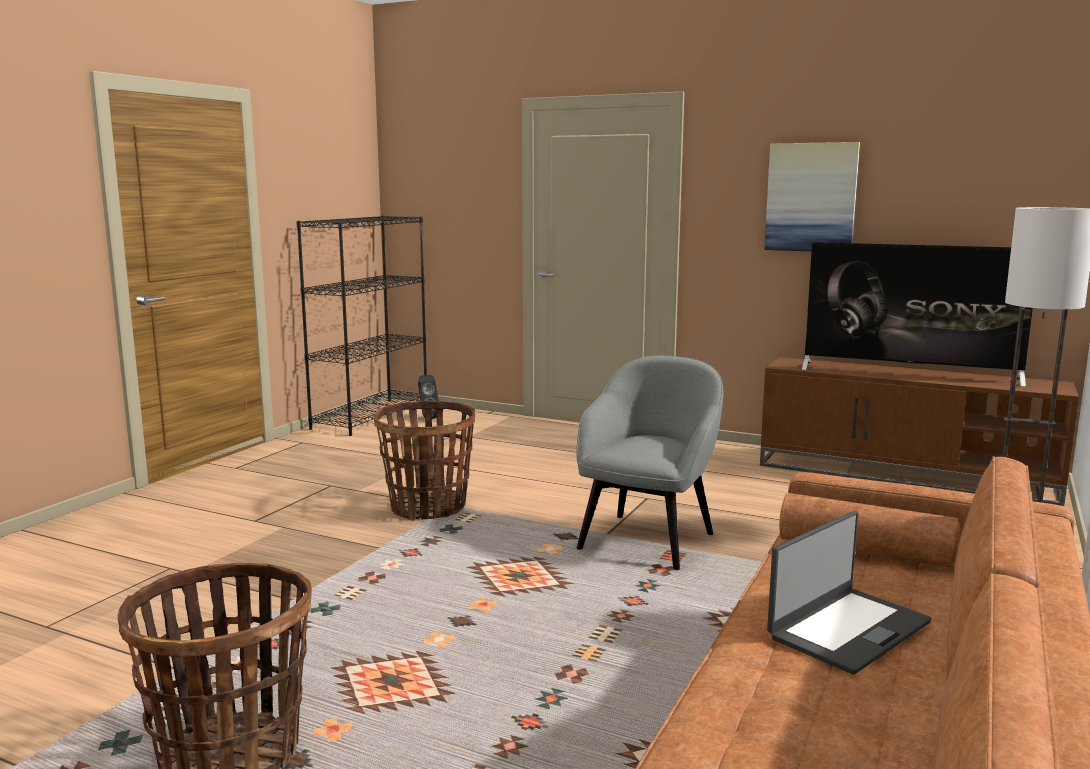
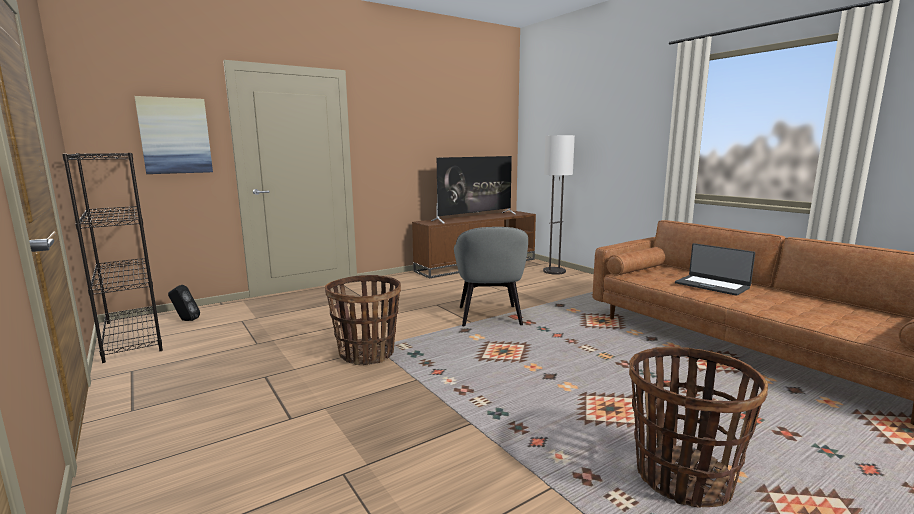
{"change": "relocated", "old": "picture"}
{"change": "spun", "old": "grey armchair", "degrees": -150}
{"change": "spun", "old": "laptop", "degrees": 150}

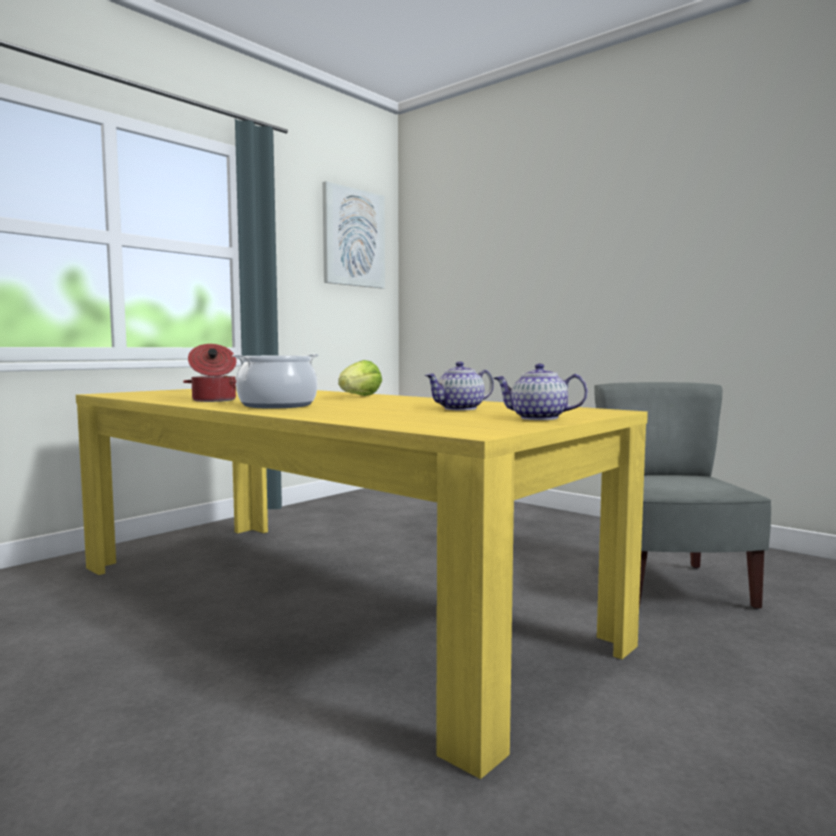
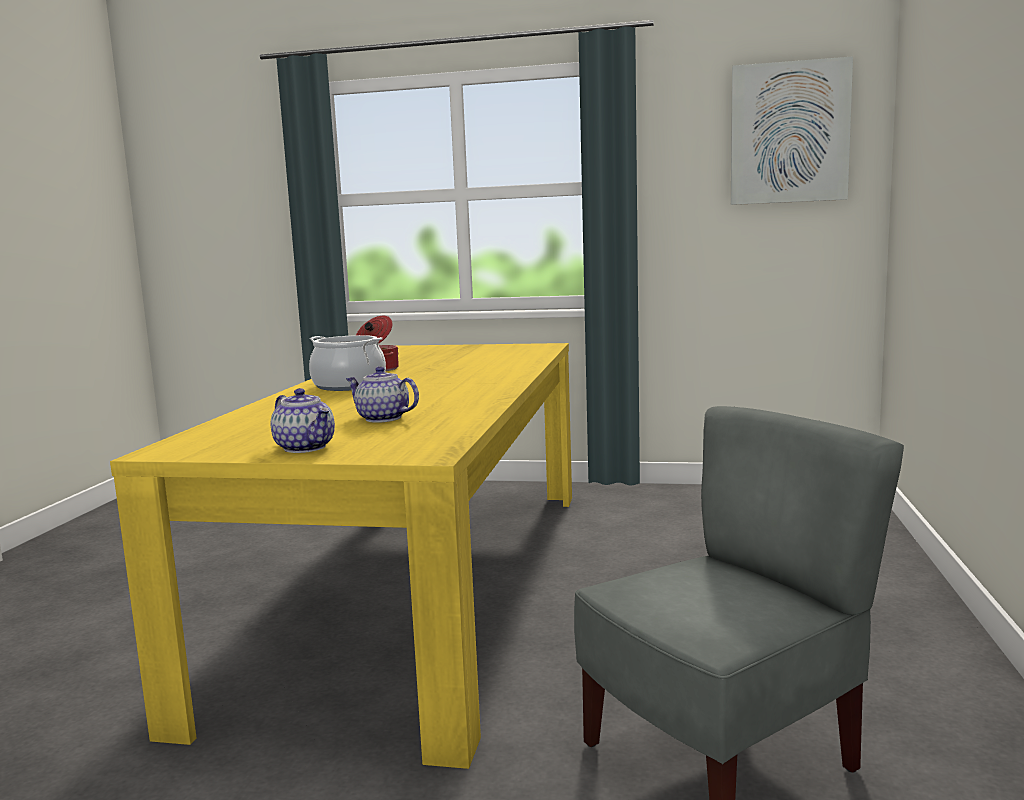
{"change": "missing", "old": "lettuce"}
{"change": "spun", "old": "teapot (no. 2 from left in the first image)", "degrees": 150}

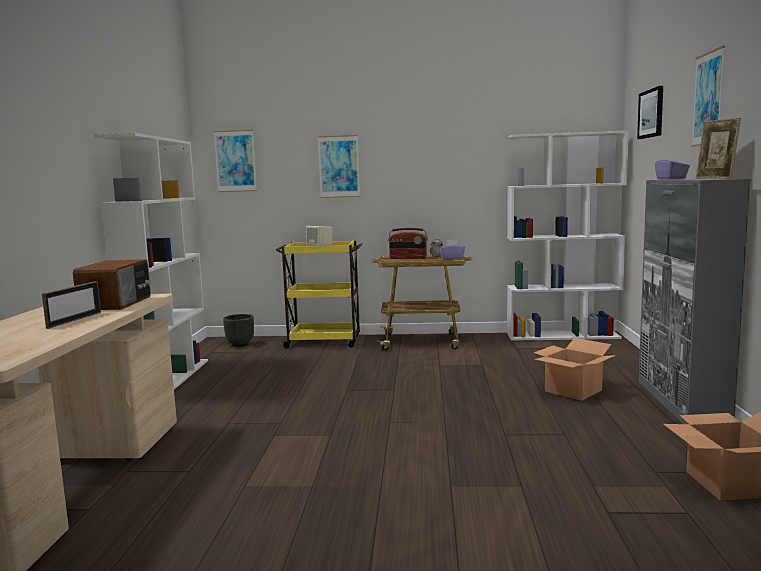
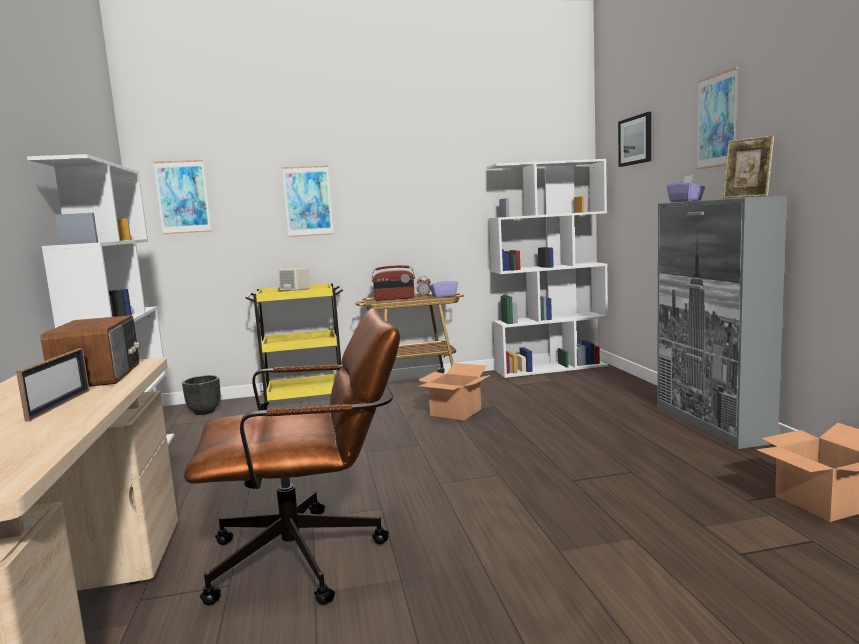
{"change": "relocated", "old": "cardboard box (no. 1 from left)"}
{"change": "appeared", "new": "brown office chair"}

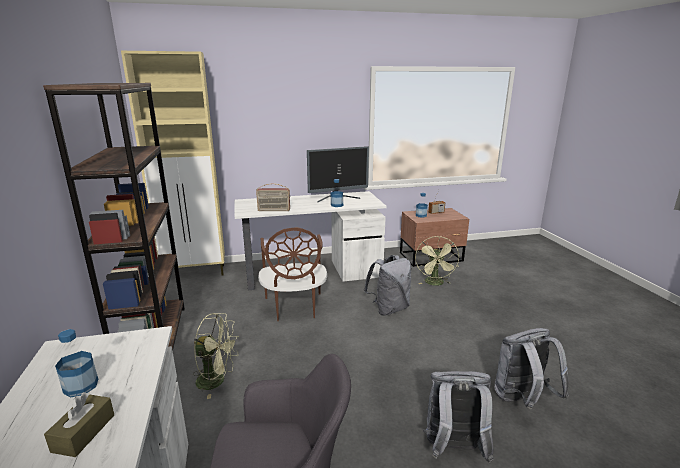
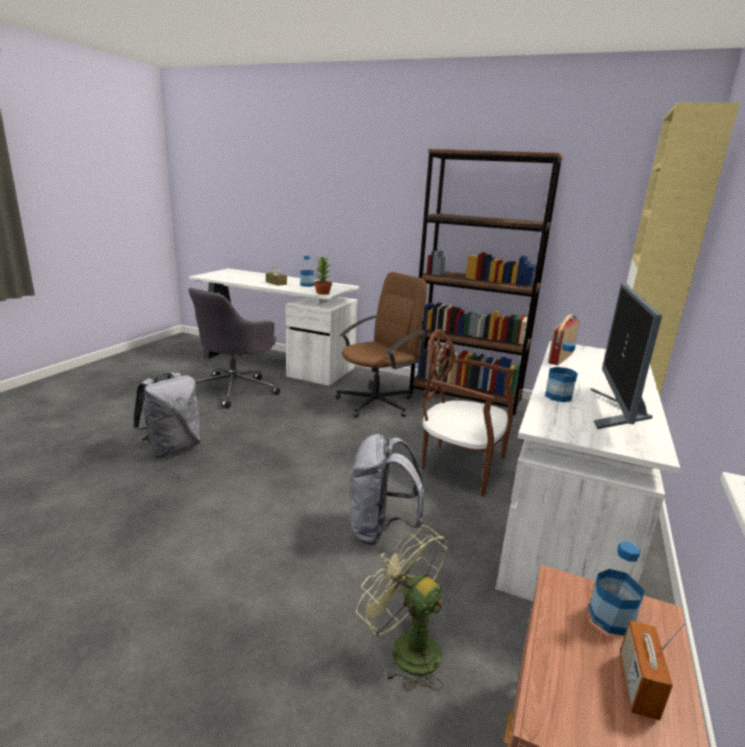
{"change": "exchanged", "old": "green fan (no. 1 from left)", "new": "brown office chair"}
{"change": "missing", "old": "grey backpack (no. 3 from left)"}
{"change": "appeared", "new": "potted plant"}

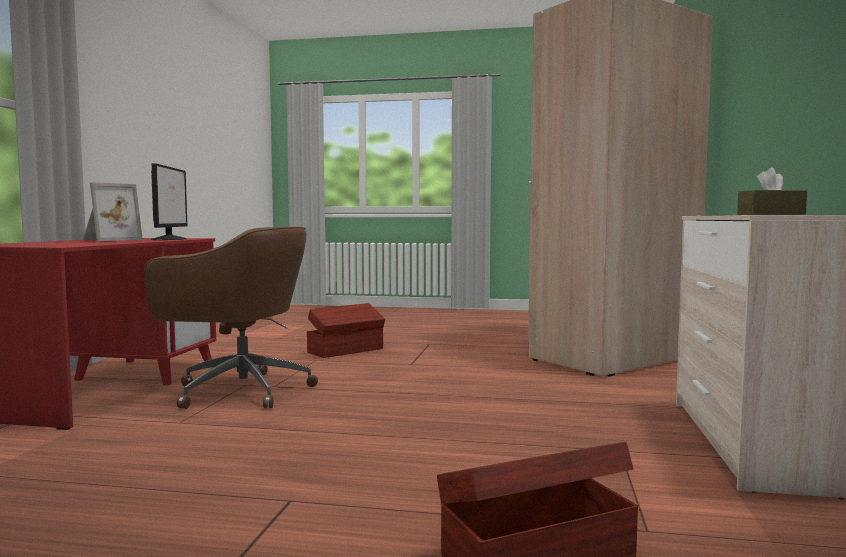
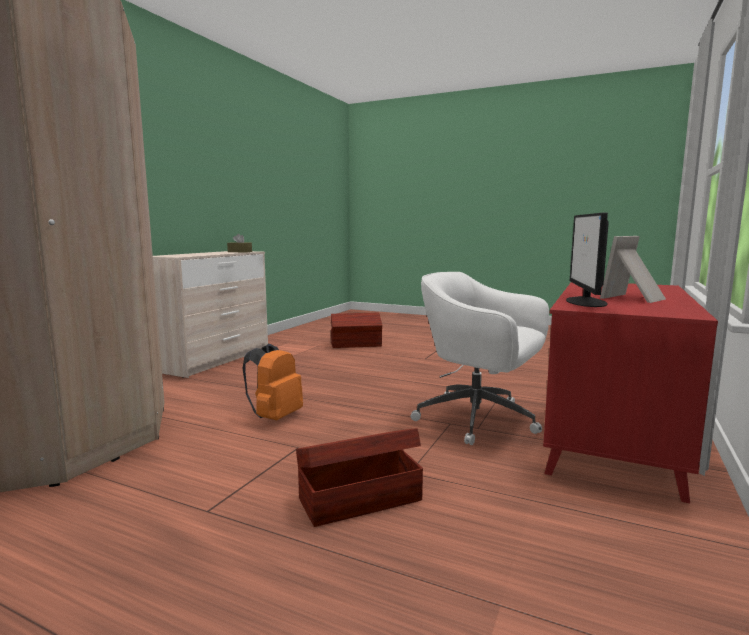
{"change": "colour", "old": "brown office chair", "new": "white office chair"}
{"change": "appeared", "new": "orange backpack"}

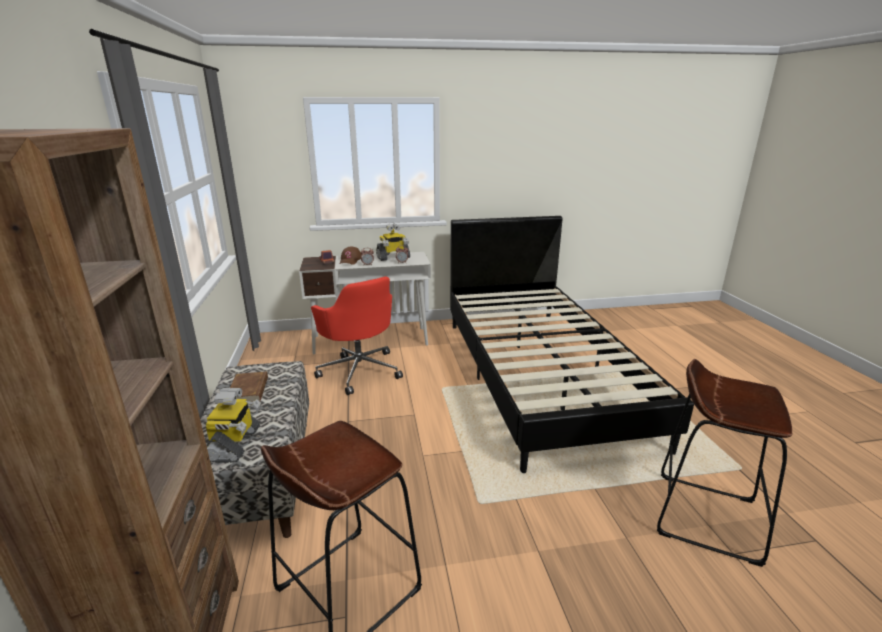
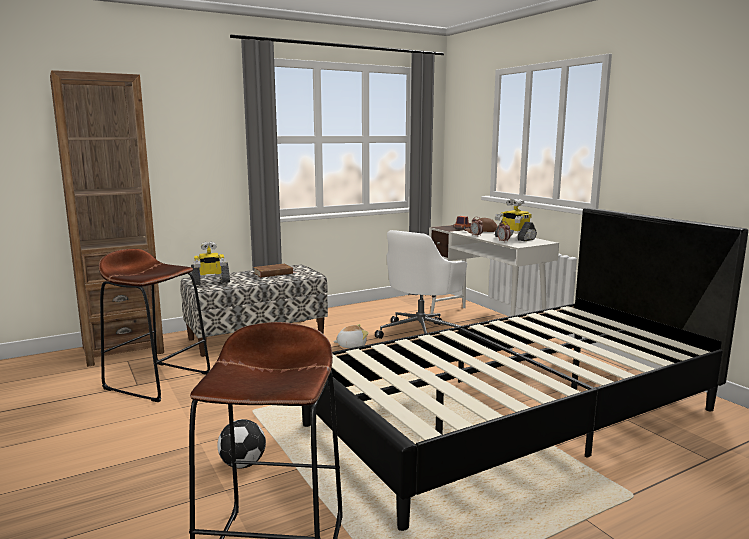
{"change": "colour", "old": "red office chair", "new": "white office chair"}
{"change": "appeared", "new": "plush toy"}
{"change": "appeared", "new": "football"}

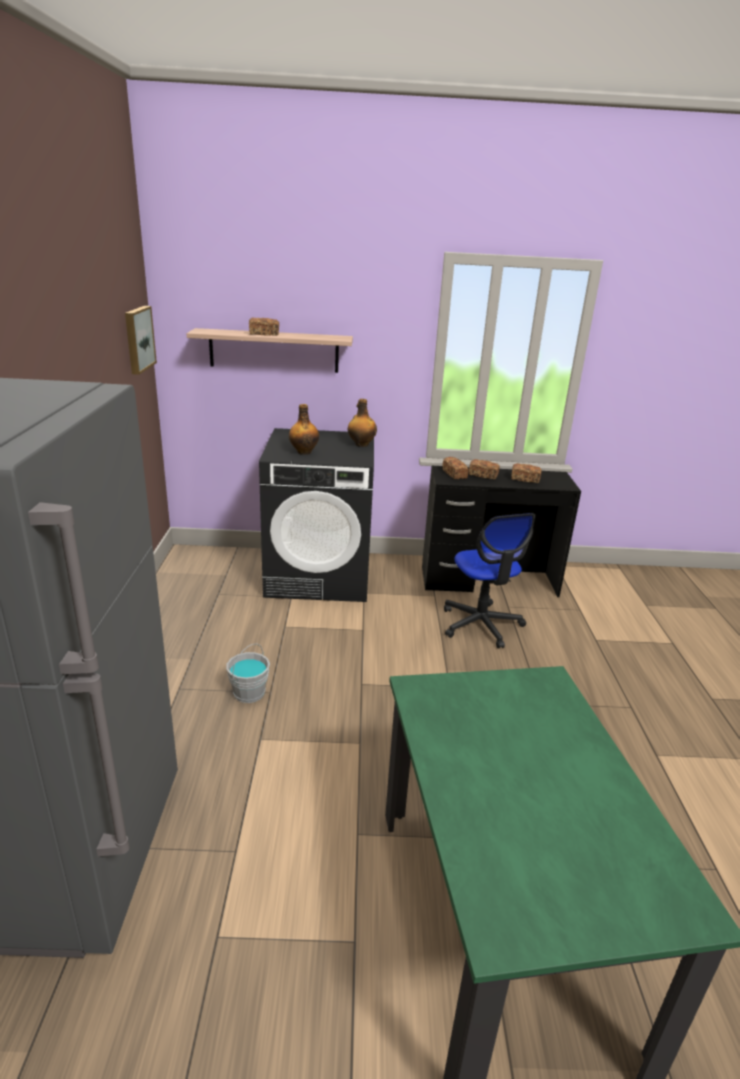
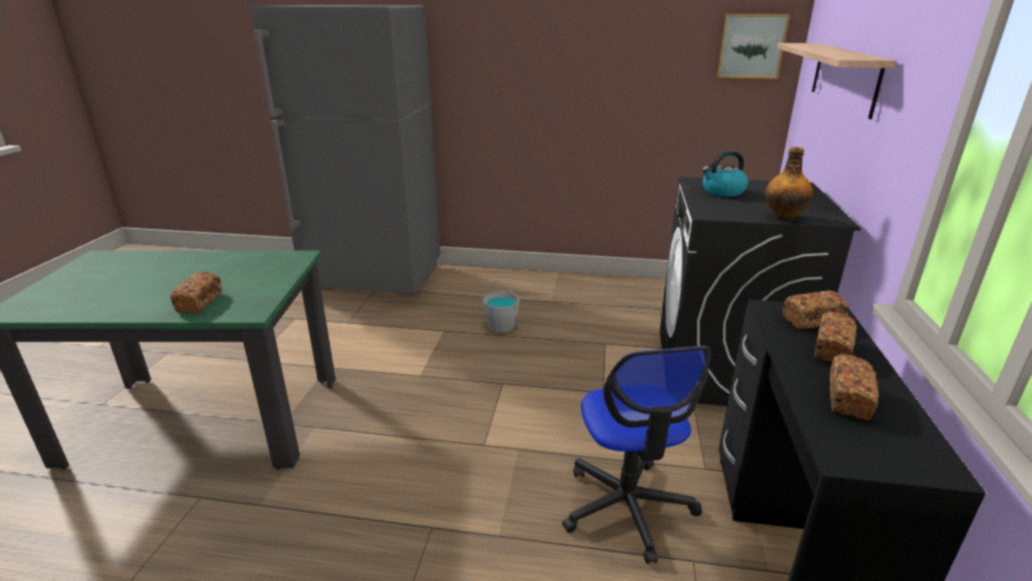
{"change": "relocated", "old": "bread (no. 1 from left)"}
{"change": "exchanged", "old": "bottle (no. 1 from left)", "new": "kettle"}
{"change": "spun", "old": "office chair", "degrees": -90}

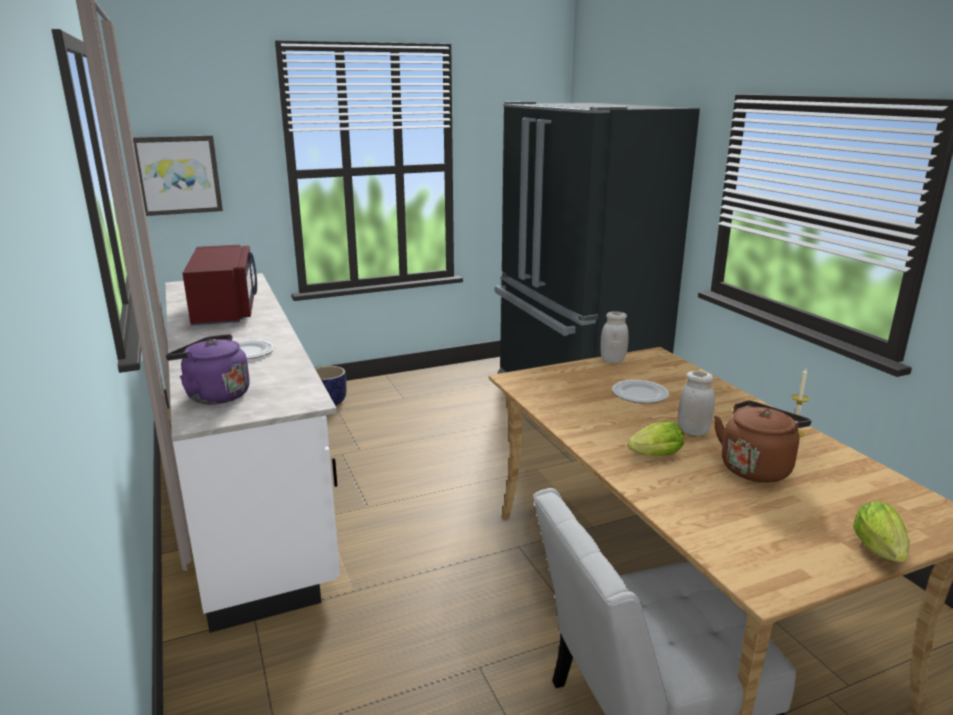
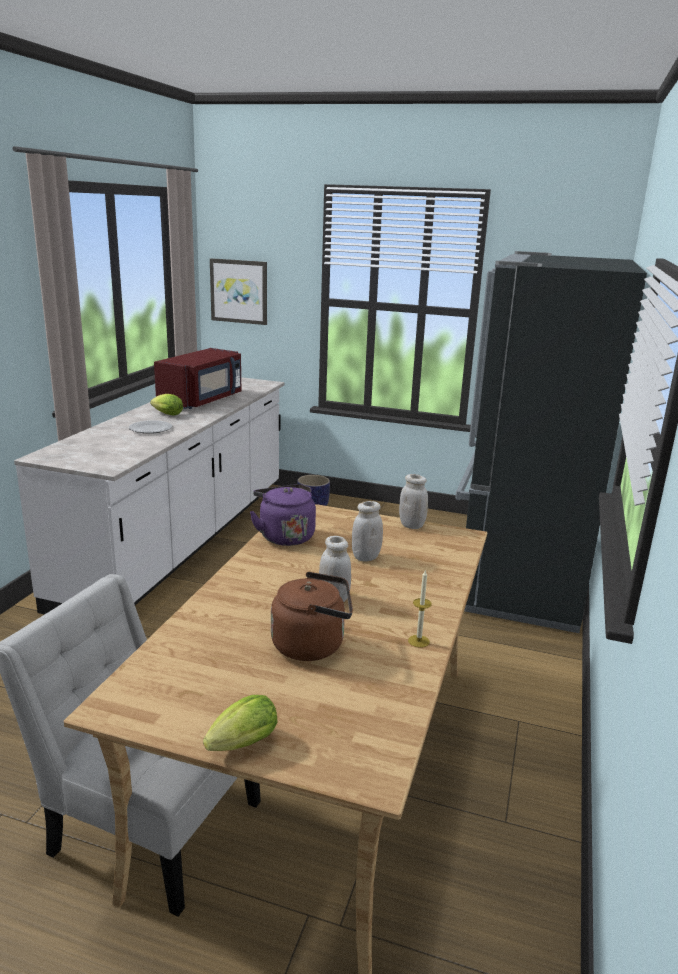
{"change": "relocated", "old": "purple kettle"}
{"change": "exchanged", "old": "plate (no. 2 from left)", "new": "white jar (no. 2 from left)"}
{"change": "relocated", "old": "lettuce (no. 1 from left)"}

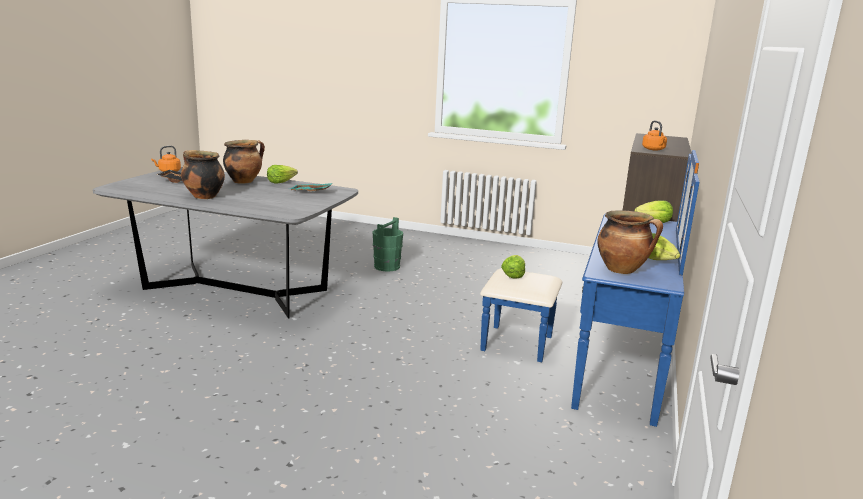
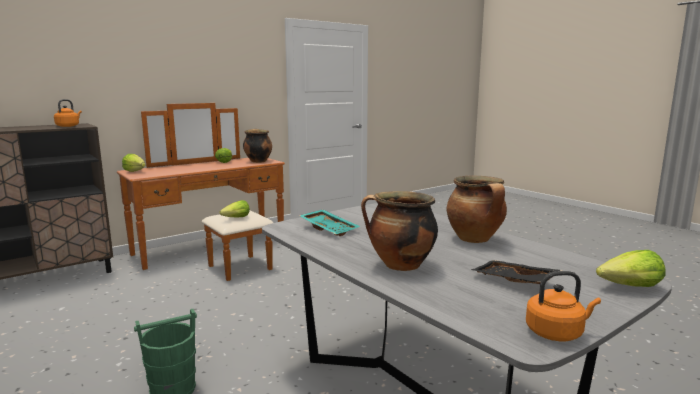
{"change": "colour", "old": "blue dresser", "new": "brown dresser"}
{"change": "relocated", "old": "lettuce (no. 1 from left in the first image)", "new": "lettuce (no. 4 from left)"}

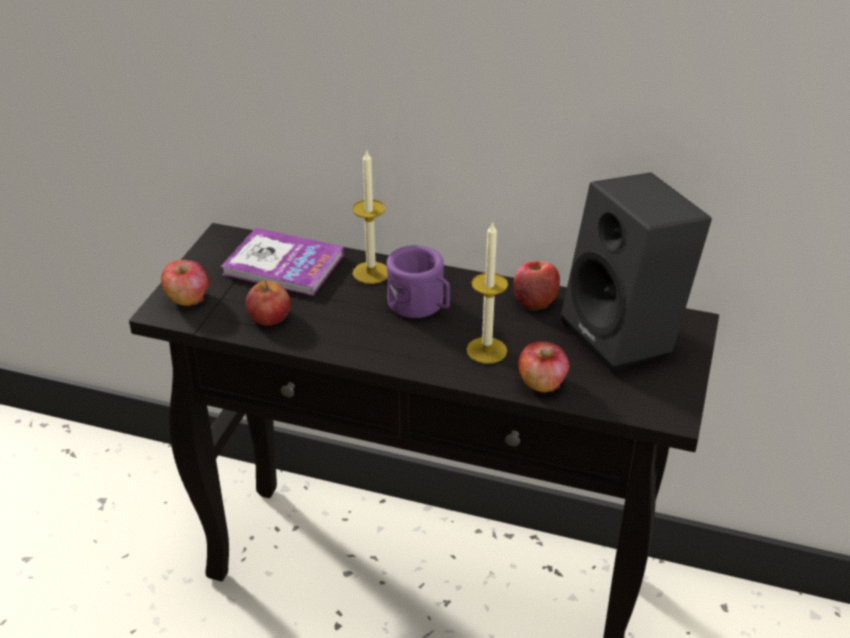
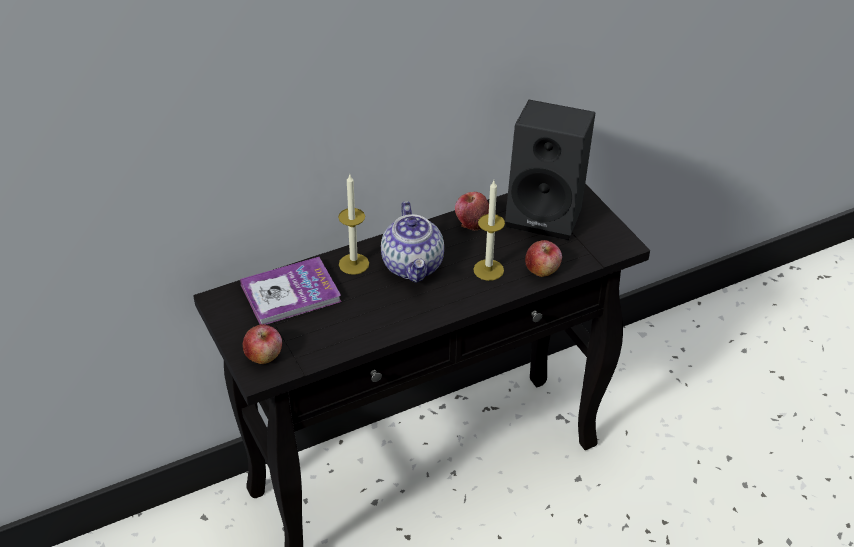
{"change": "exchanged", "old": "purple mug", "new": "teapot"}
{"change": "missing", "old": "apple (no. 2 from left)"}

